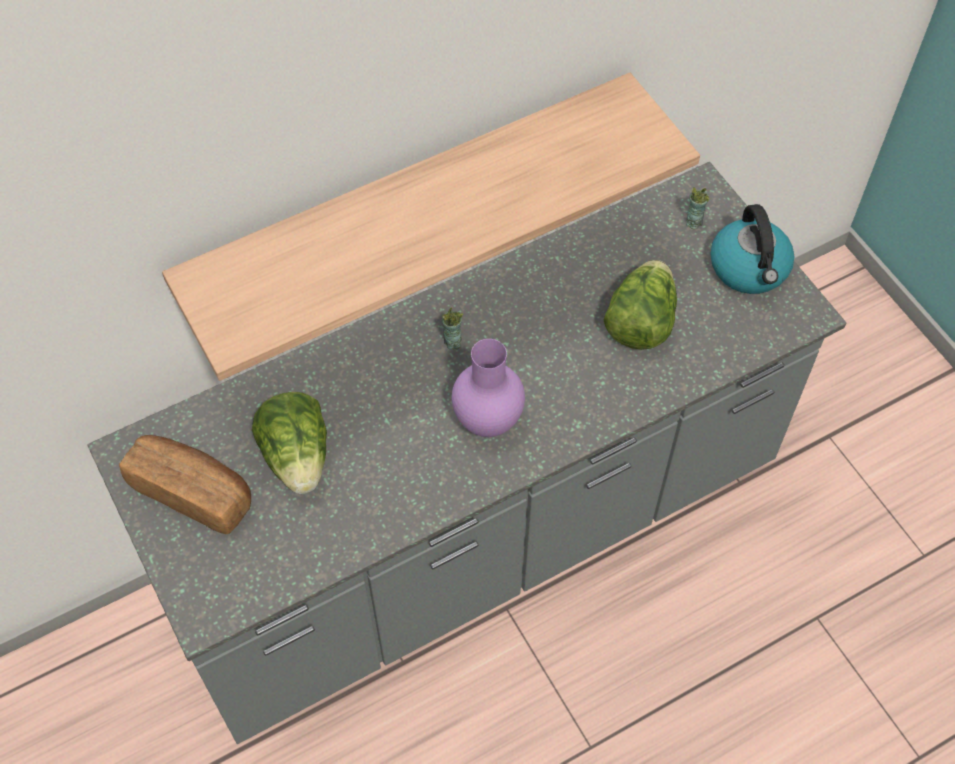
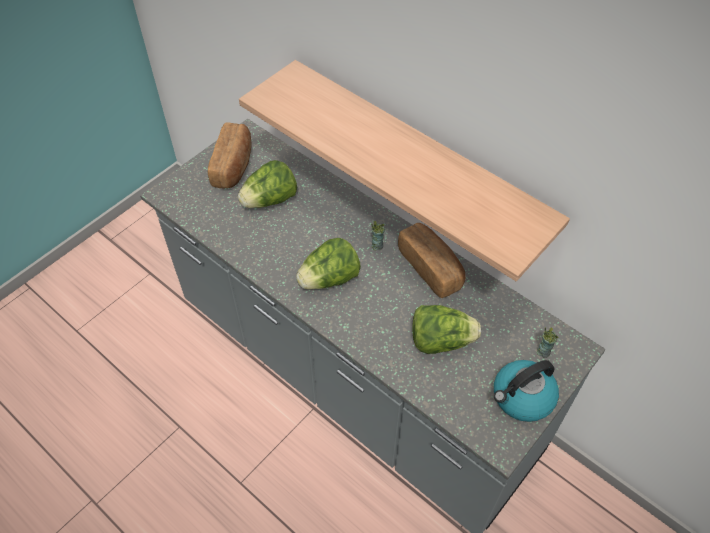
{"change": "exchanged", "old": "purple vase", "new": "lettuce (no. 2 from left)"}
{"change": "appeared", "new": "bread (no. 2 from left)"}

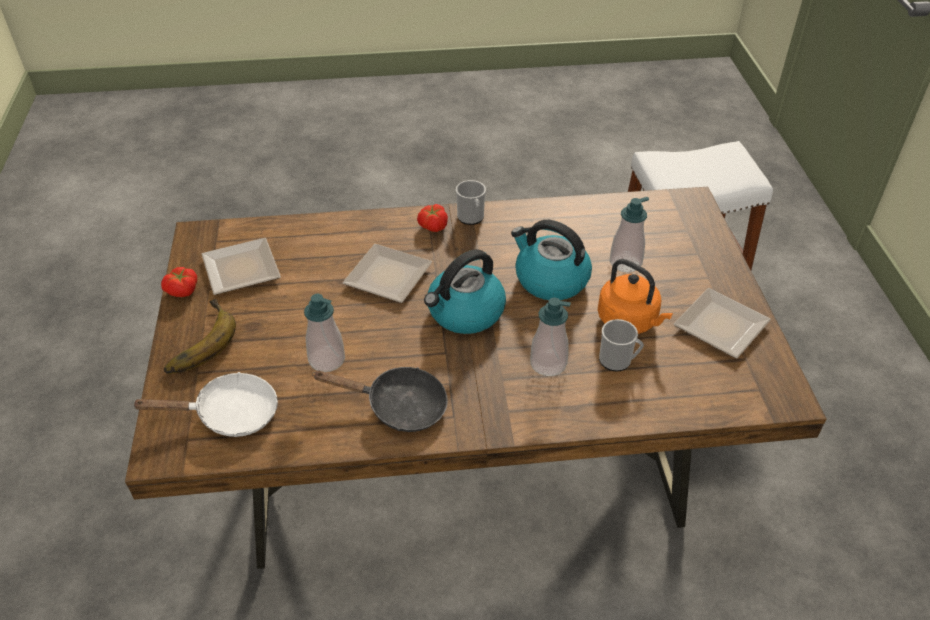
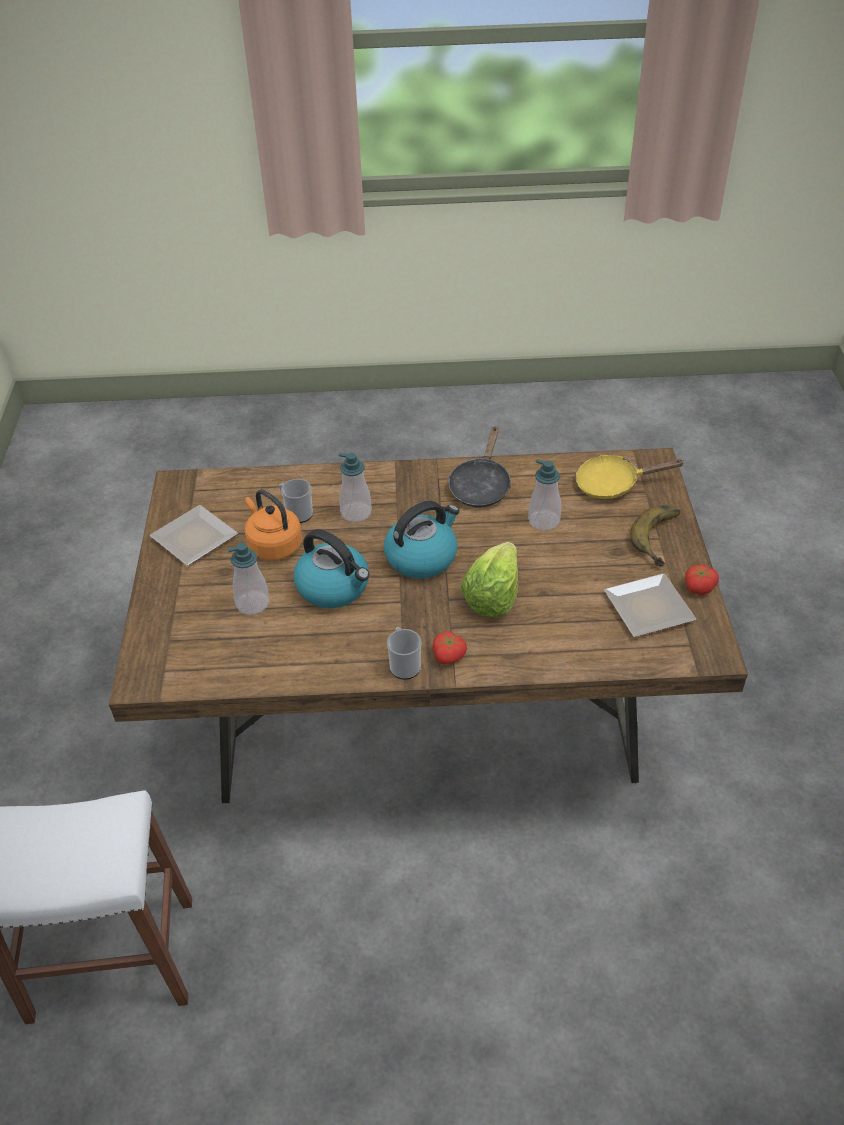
{"change": "exchanged", "old": "plate (no. 2 from left)", "new": "lettuce"}
{"change": "spun", "old": "black frying pan", "degrees": -90}
{"change": "colour", "old": "white frying pan", "new": "yellow frying pan"}

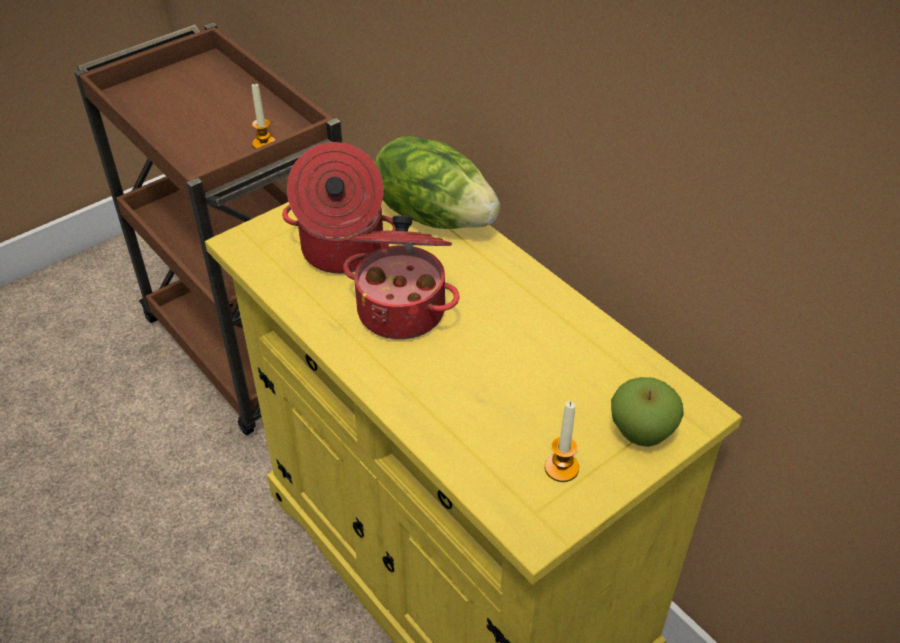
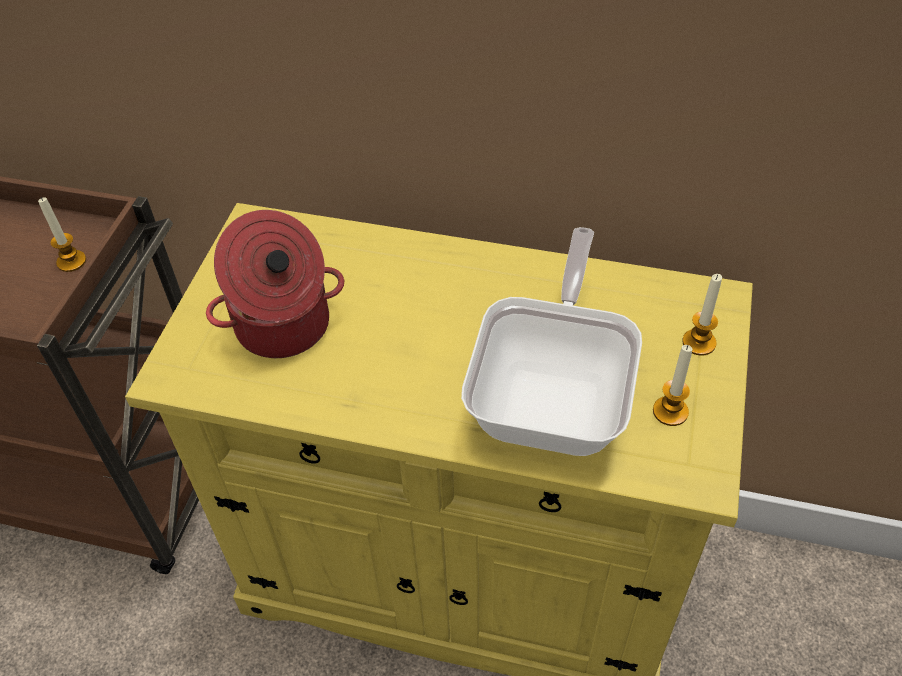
{"change": "missing", "old": "lettuce"}
{"change": "missing", "old": "cooking pot (no. 2 from left)"}
{"change": "exchanged", "old": "apple", "new": "candle (no. 3 from left)"}
{"change": "appeared", "new": "frying pan"}

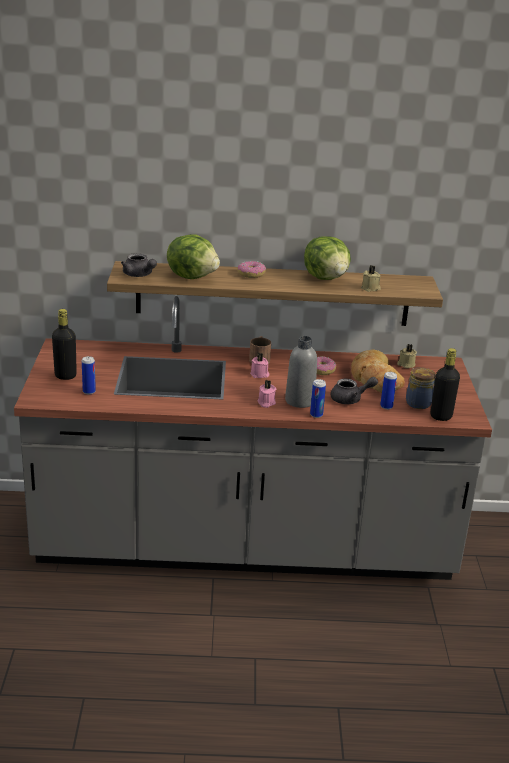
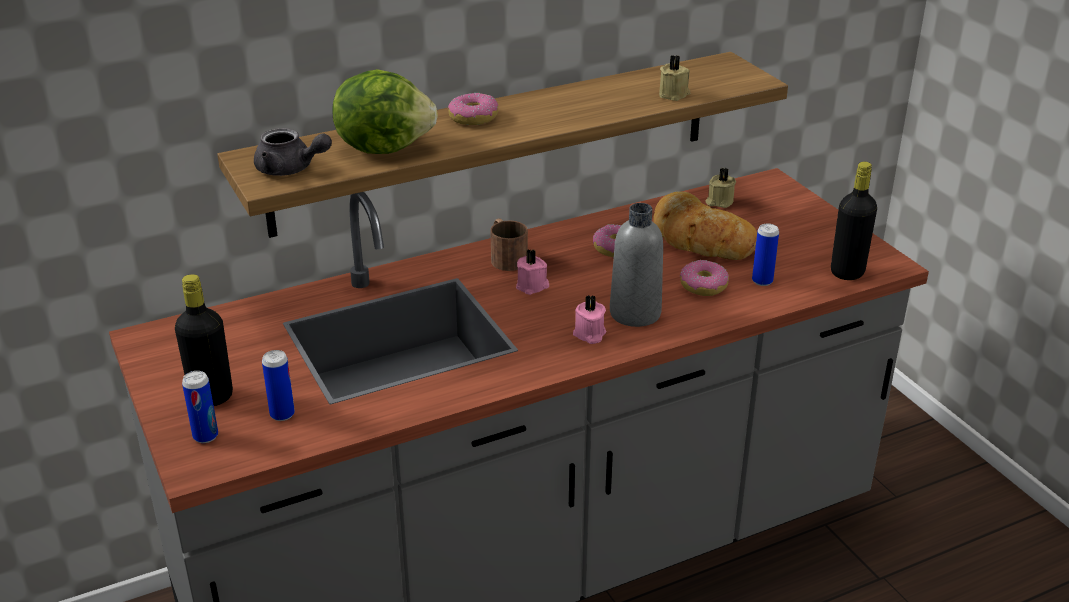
{"change": "missing", "old": "lettuce (no. 2 from left)"}
{"change": "missing", "old": "jar"}
{"change": "exchanged", "old": "grey teapot (no. 2 from left)", "new": "donut (no. 3 from left)"}
{"change": "relocated", "old": "can (no. 2 from left in the first image)", "new": "can (no. 1 from left)"}

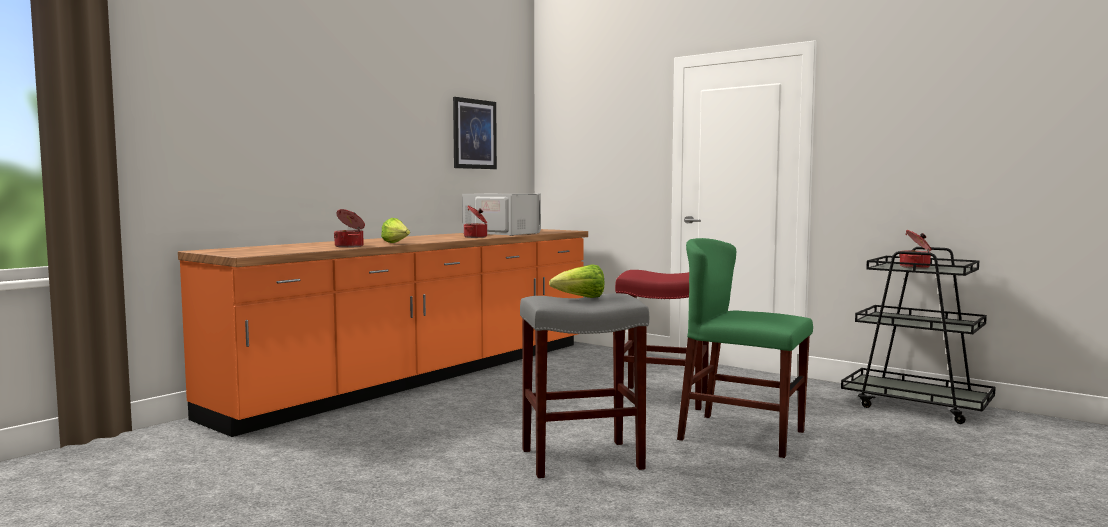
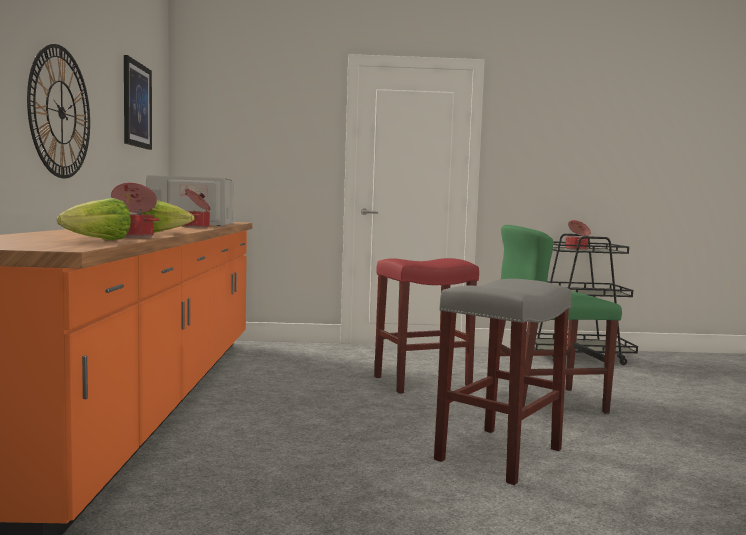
{"change": "relocated", "old": "lettuce (no. 2 from left in the first image)", "new": "lettuce (no. 1 from left)"}
{"change": "appeared", "new": "wall clock"}

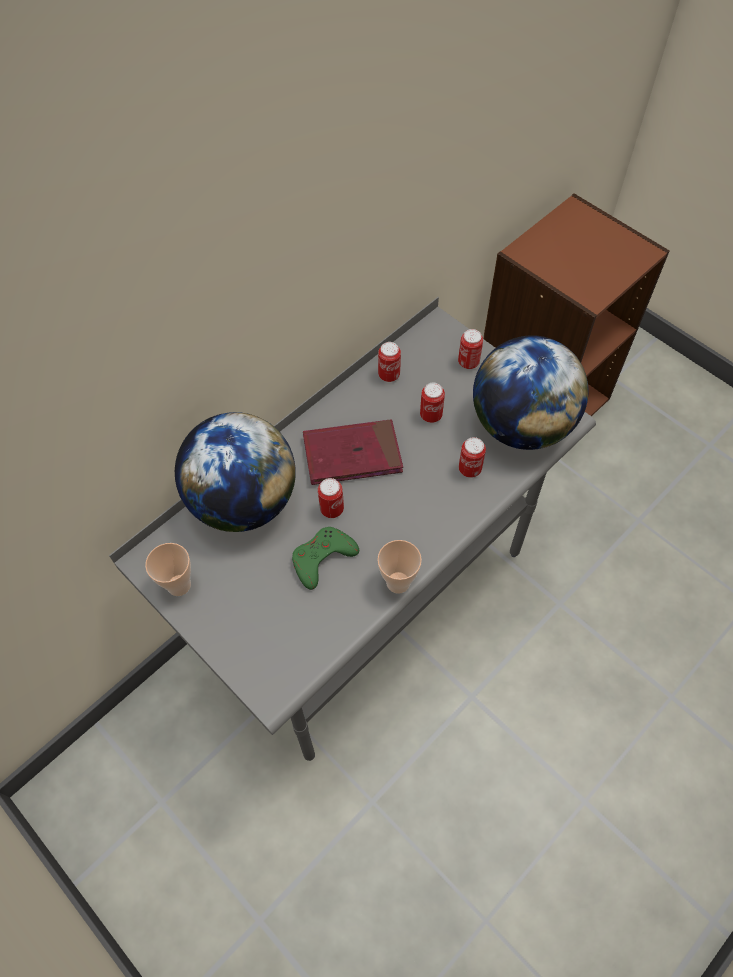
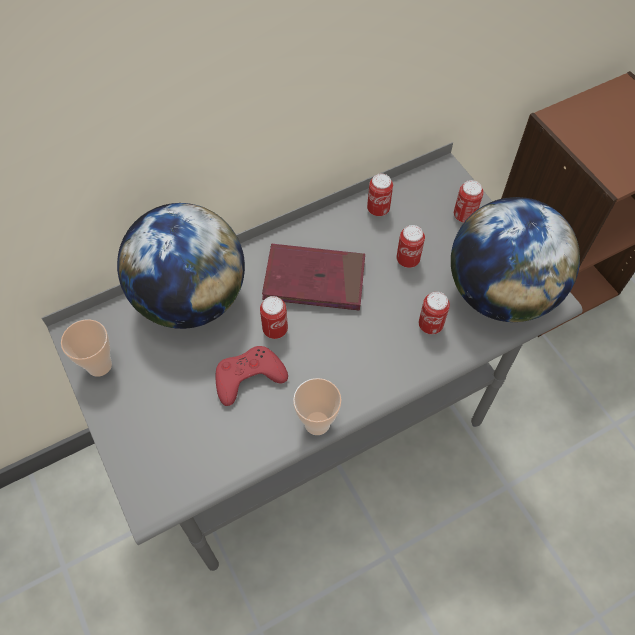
{"change": "colour", "old": "green game controller", "new": "red game controller"}

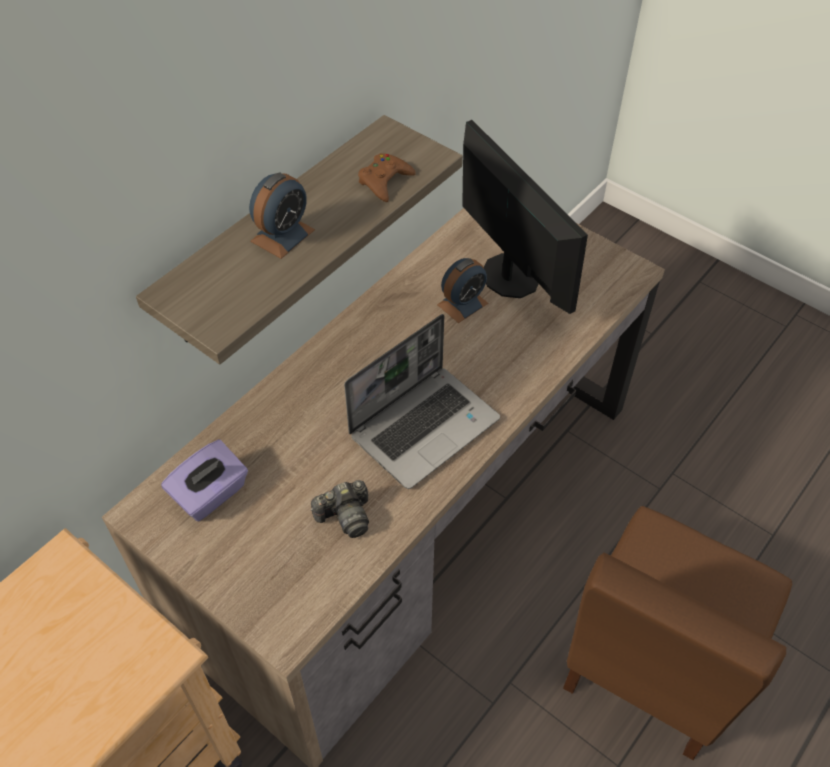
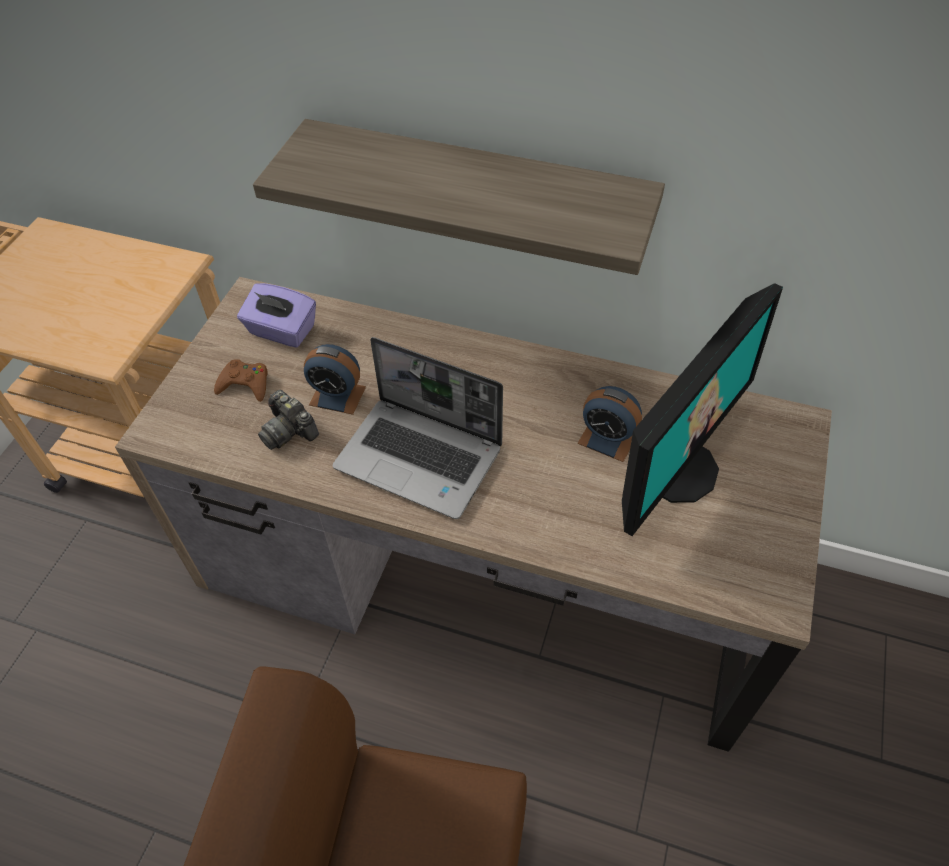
{"change": "relocated", "old": "brown game controller"}
{"change": "relocated", "old": "alarm clock (no. 1 from left)"}

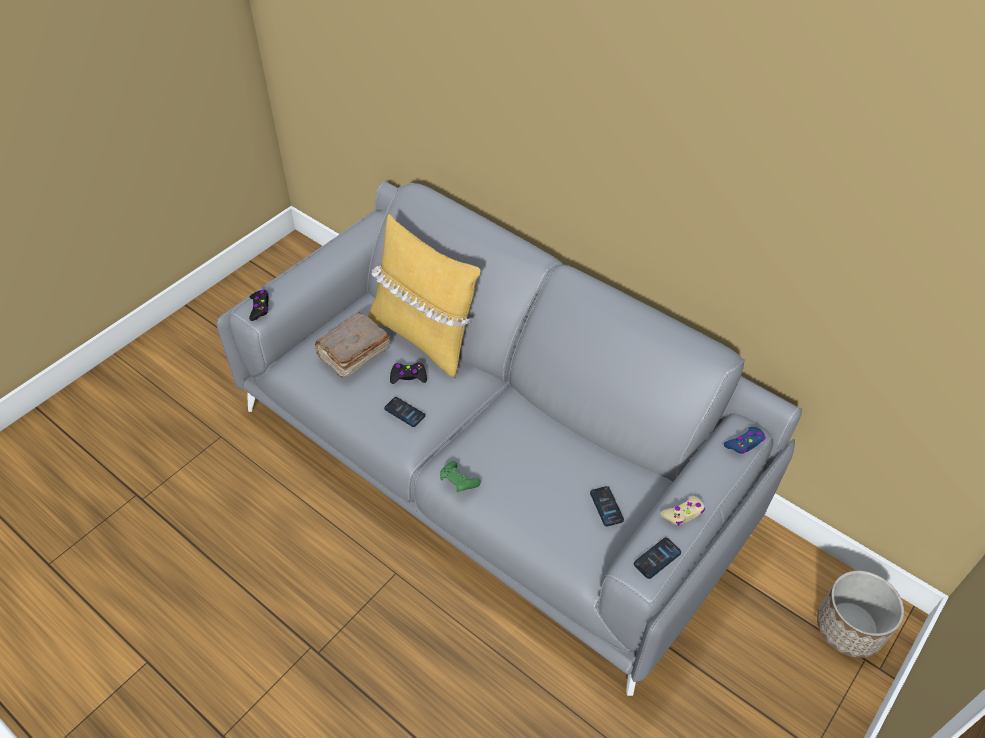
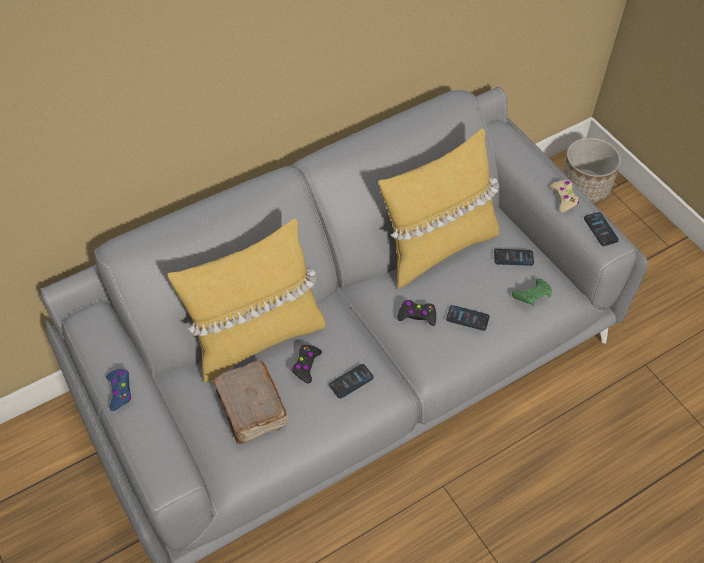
{"change": "relocated", "old": "black game controller (no. 1 from left in the first image)", "new": "black game controller (no. 2 from left)"}
{"change": "relocated", "old": "blue game controller"}
{"change": "relocated", "old": "green game controller"}
{"change": "appeared", "new": "yellow pillow (no. 2 from left)"}
{"change": "appeared", "new": "phone (no. 2 from left)"}

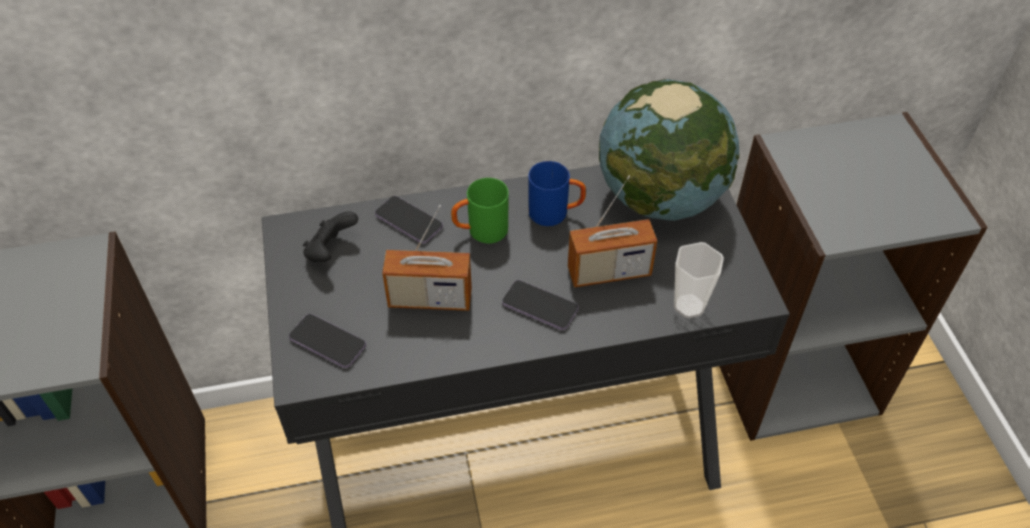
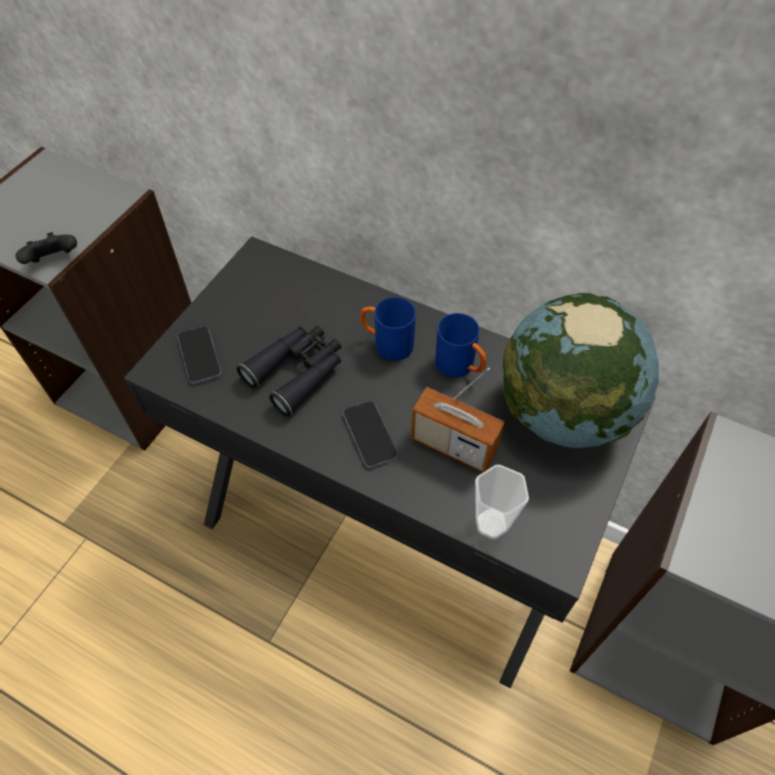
{"change": "colour", "old": "green mug", "new": "blue mug (no. 1 from left)"}
{"change": "missing", "old": "phone (no. 2 from left)"}
{"change": "exchanged", "old": "radio (no. 1 from left)", "new": "black binoculars"}
{"change": "relocated", "old": "black game controller"}

